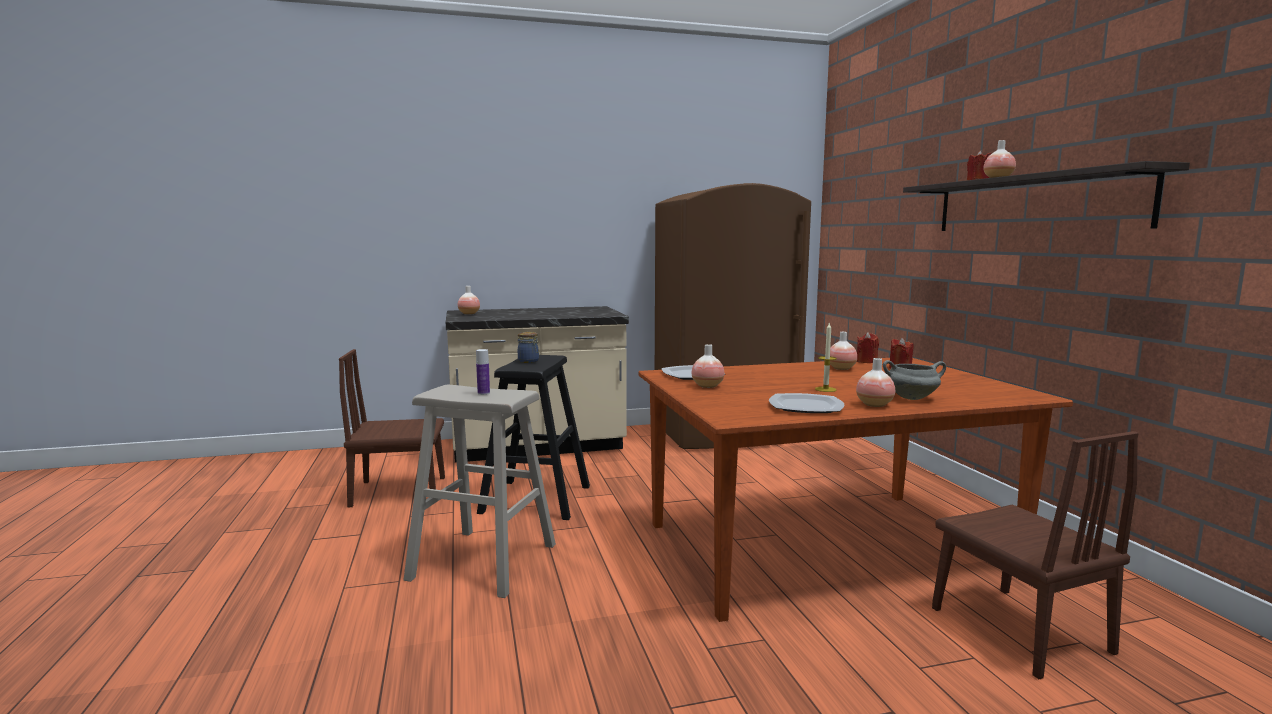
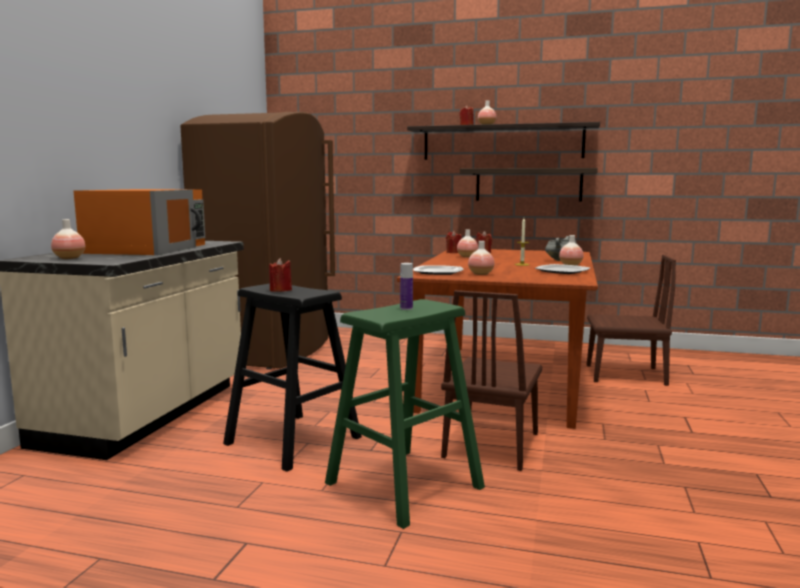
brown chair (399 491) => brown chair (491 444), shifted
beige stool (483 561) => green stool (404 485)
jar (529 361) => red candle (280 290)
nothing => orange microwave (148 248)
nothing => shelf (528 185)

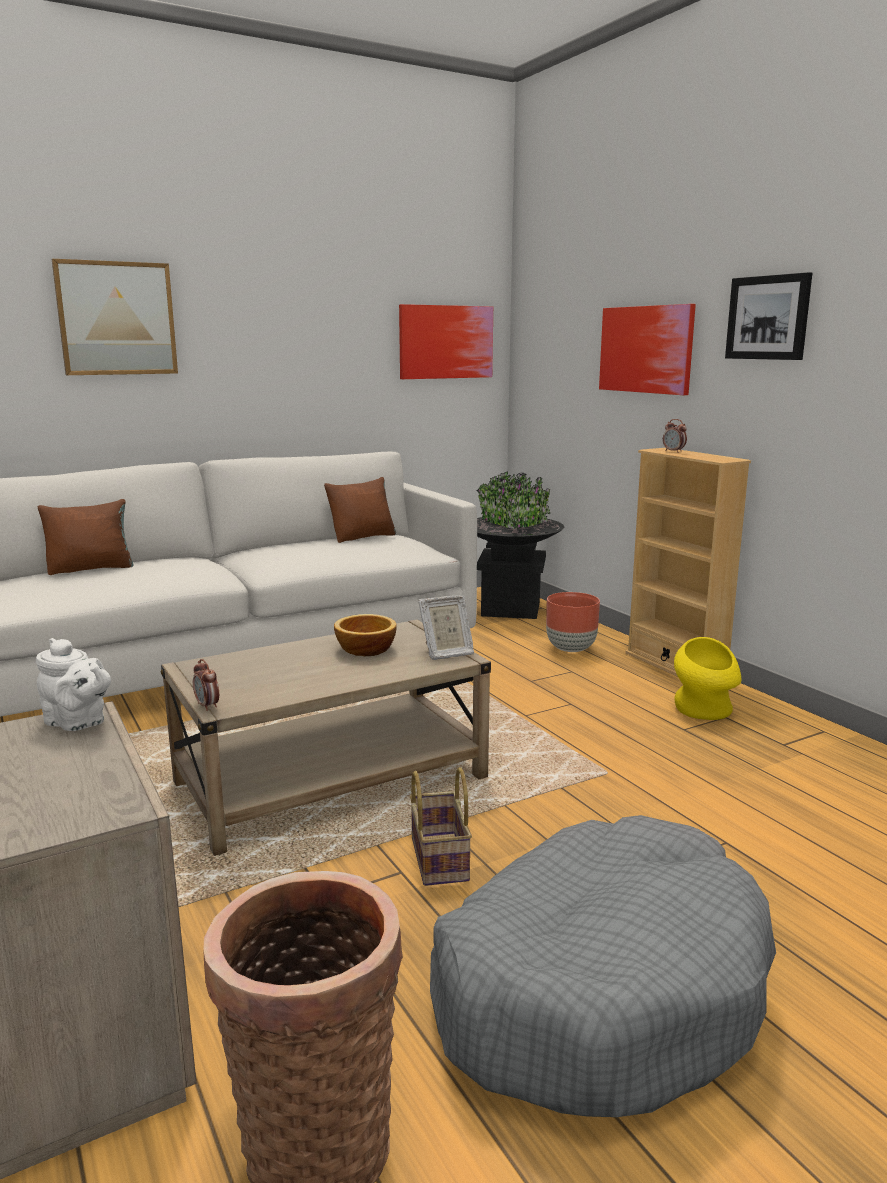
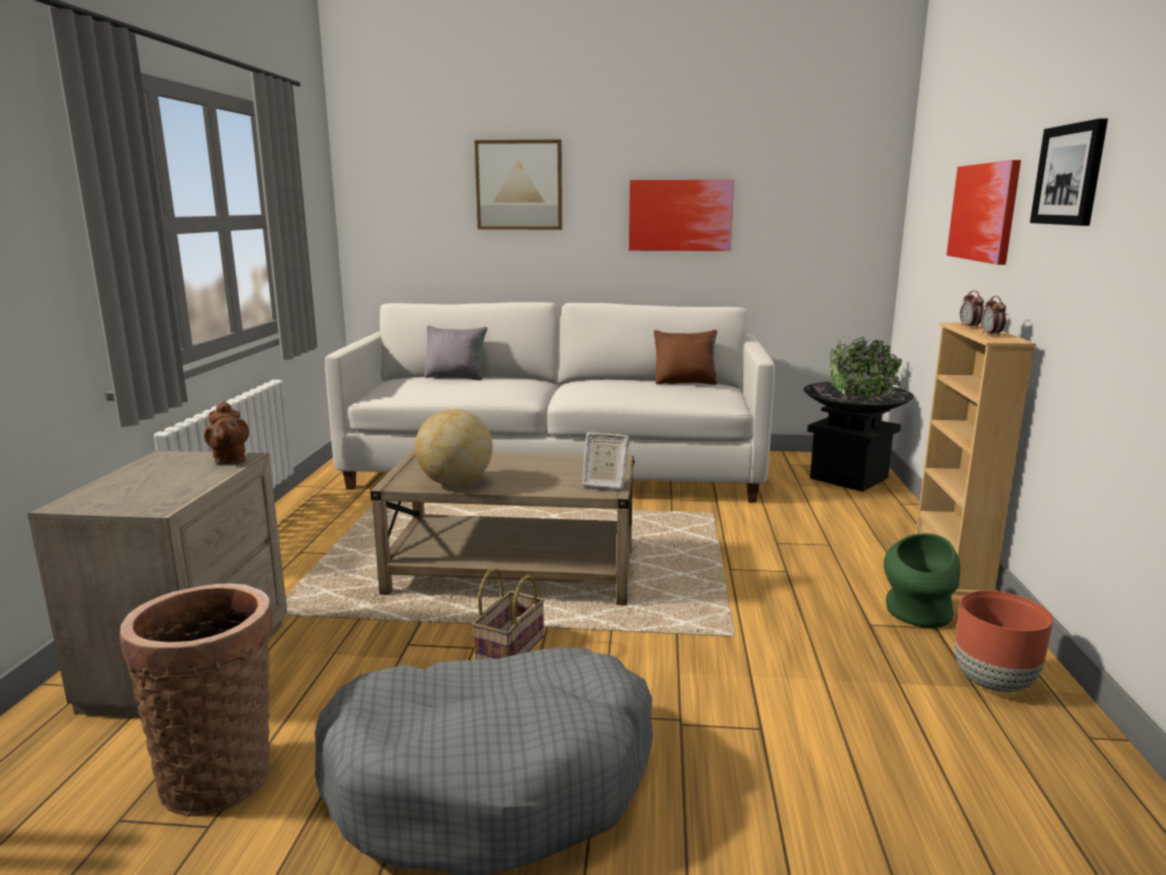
white teapot (78 723) => brown teapot (230 460)
brown pillow (91 569) => grey pillow (456 377)
alarm clock (207 706) => alarm clock (991 335), shifted
bowl (364 649) => nothing
picture (446 342) => picture (680 215), shifted
brown planter (570 649) => brown planter (993 682), shifted
yellow vase (704 712) => green vase (916 616)
nothing => globe (455 483)

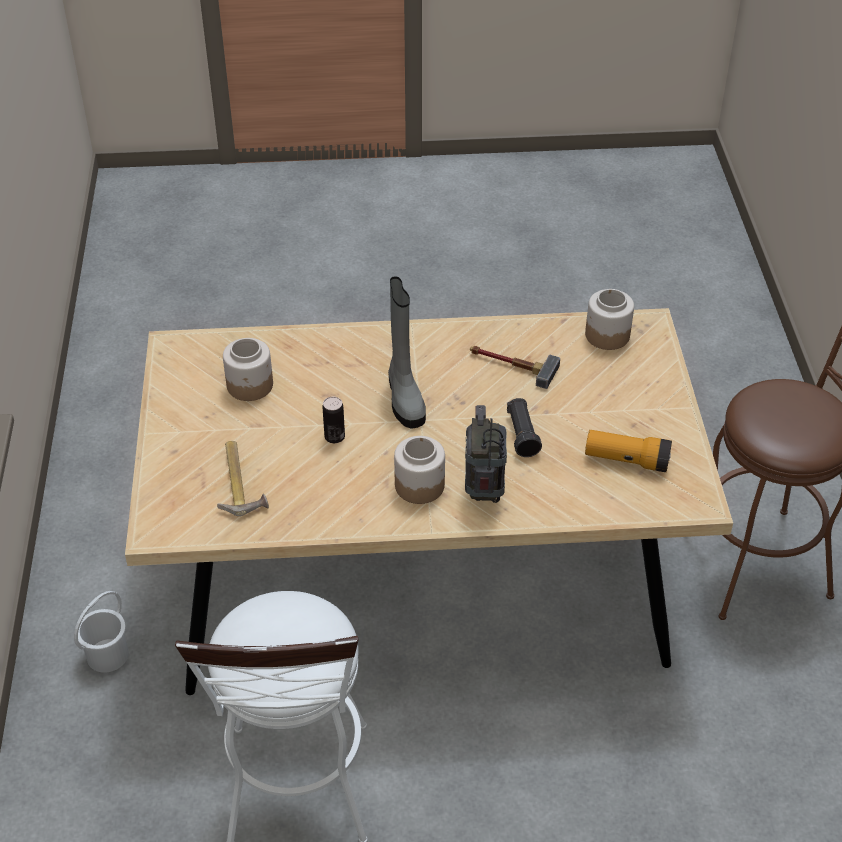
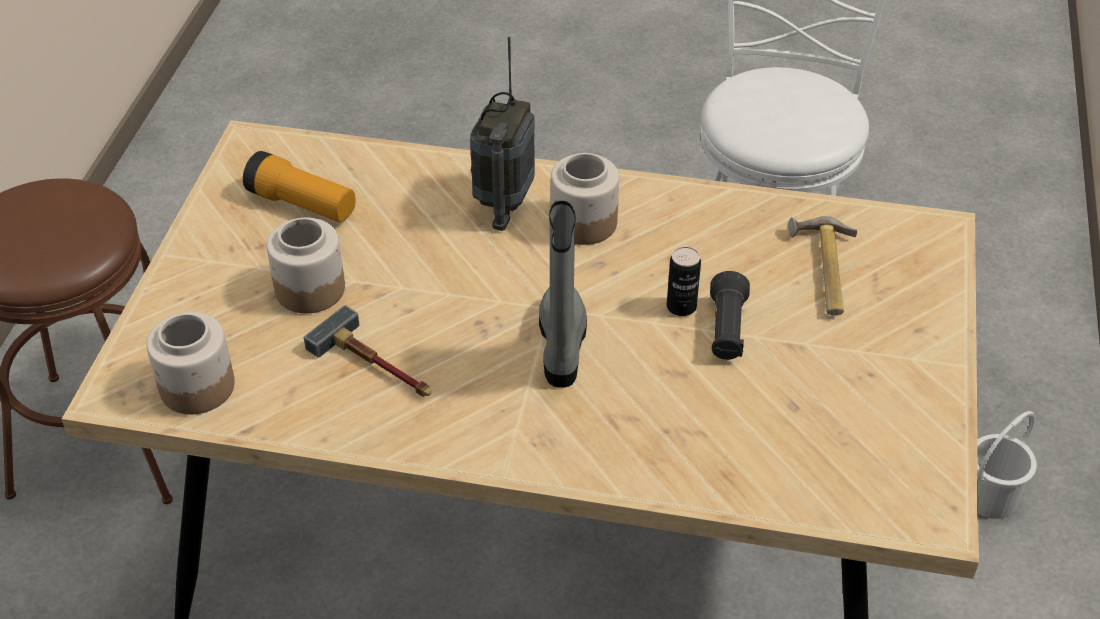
jar (250 385) => jar (309 288), shifted
black flashlight (522 435) => black flashlight (726 330), shifted

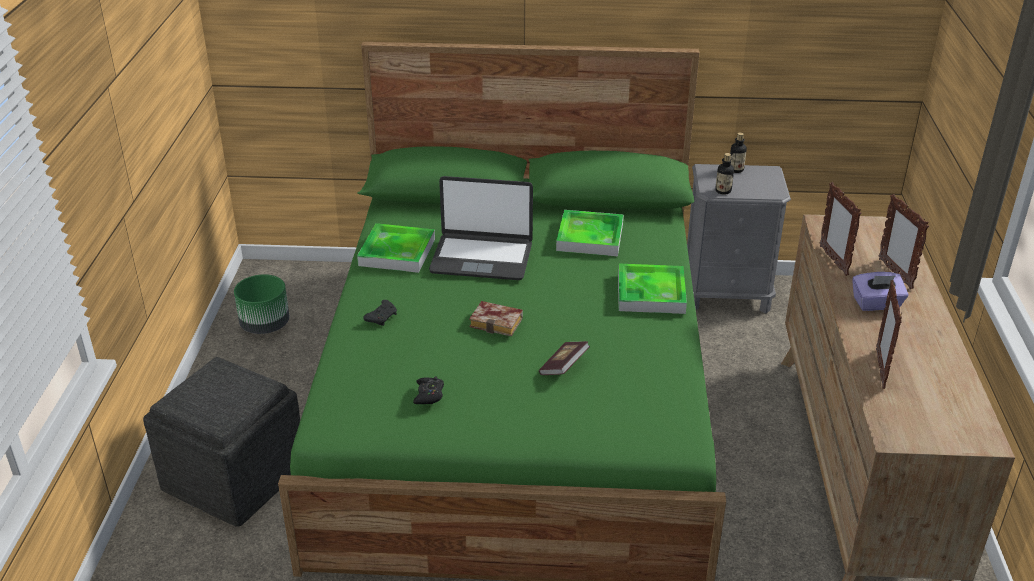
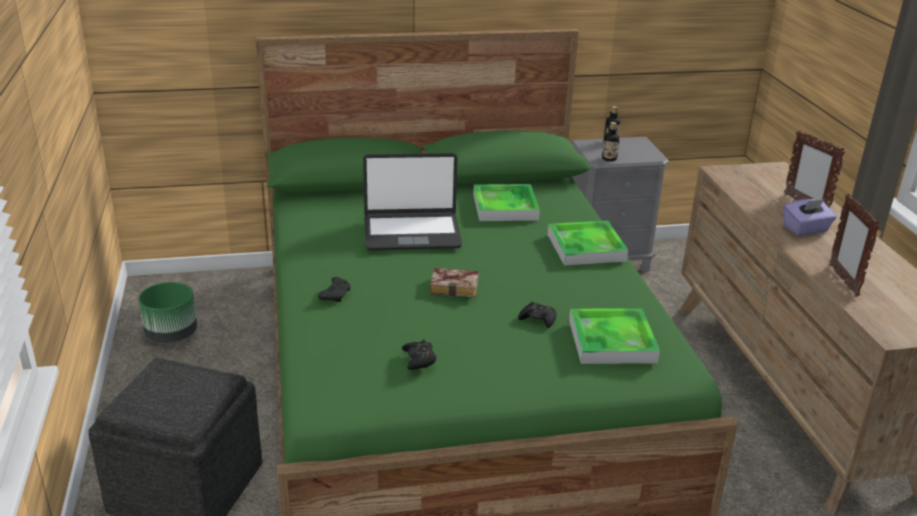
tray (397 252) => tray (611 341), shifted
book (564 367) => black game controller (538 319)
picture frame (833 260) => nothing

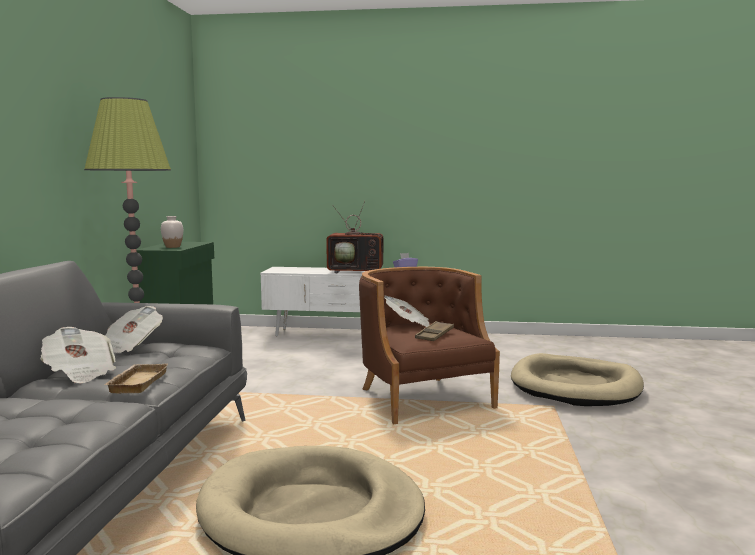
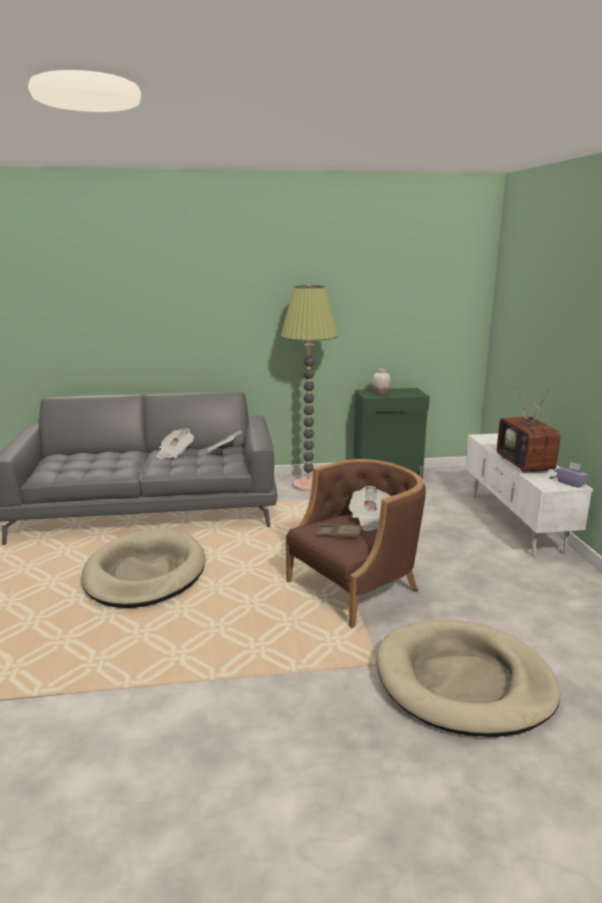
beige tray (136 382) => nothing

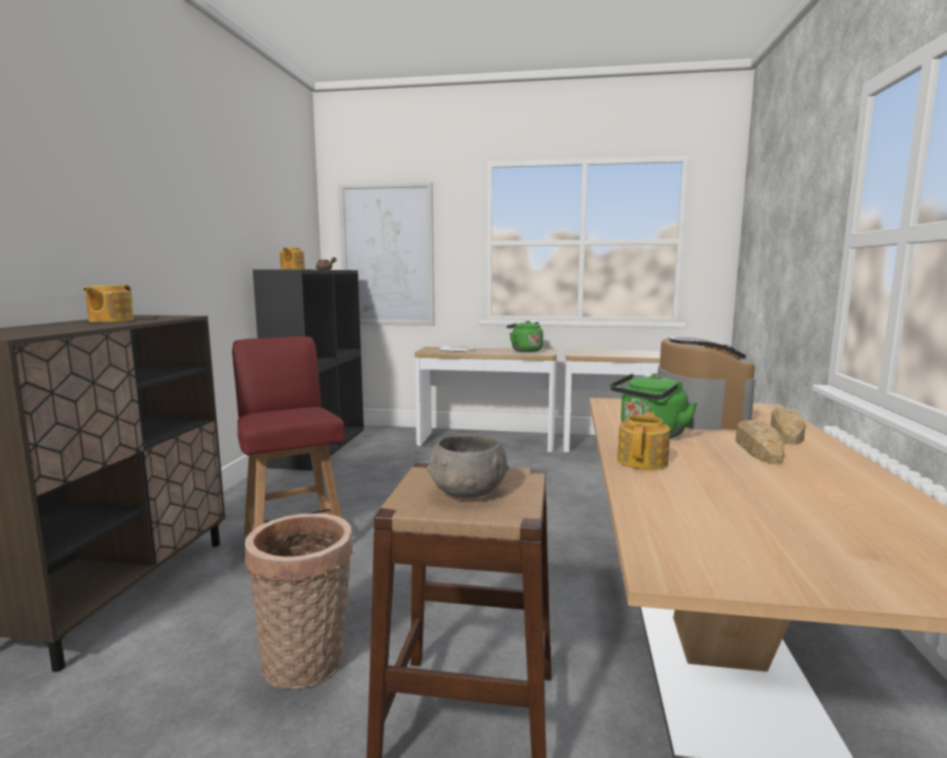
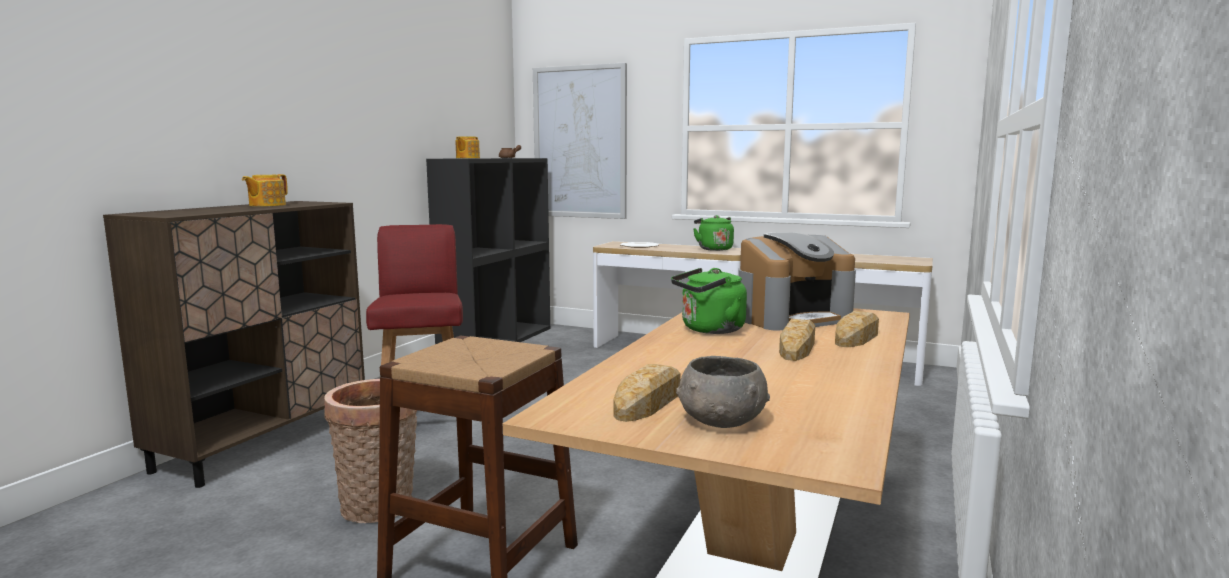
grey bowl (466 492) => grey bowl (720 421), shifted
teapot (643 461) => nothing
coffee machine (698 415) => coffee machine (792 317), 45 degrees clockwise
nothing => bread (649 402)

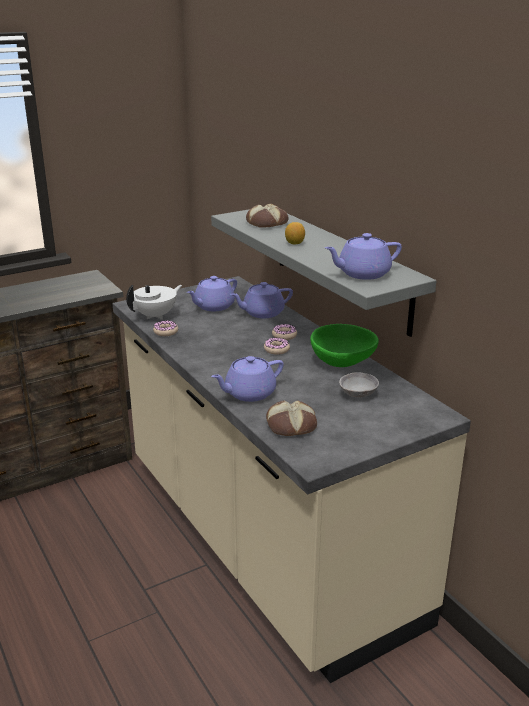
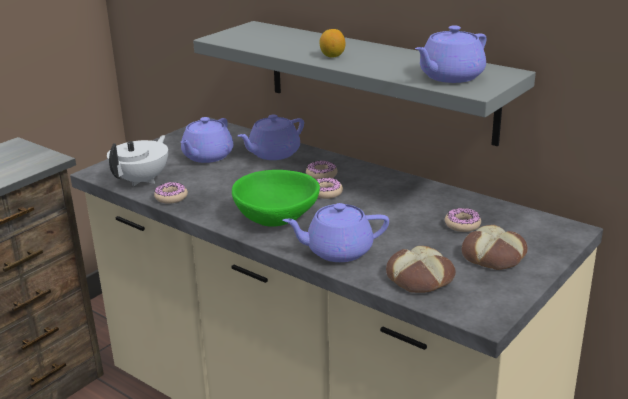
purple teapot (249 393) => purple teapot (337 251), 45 degrees clockwise
bread (267 223) => bread (494 256), shifted
green bowl (342 361) => green bowl (276 218), shifted
grey bowl (358 394) => donut (462 225)

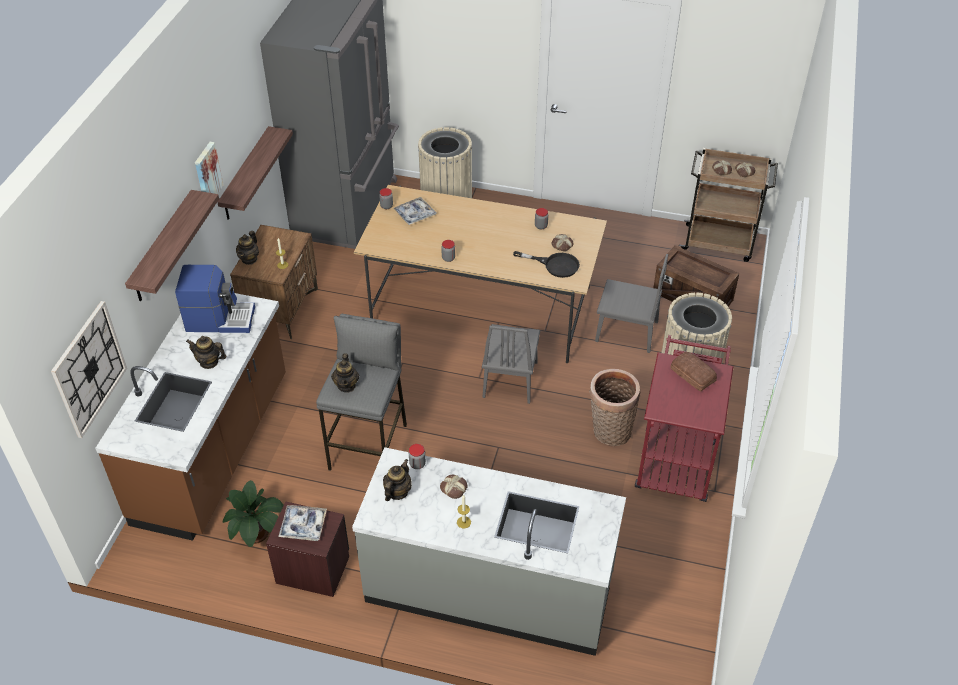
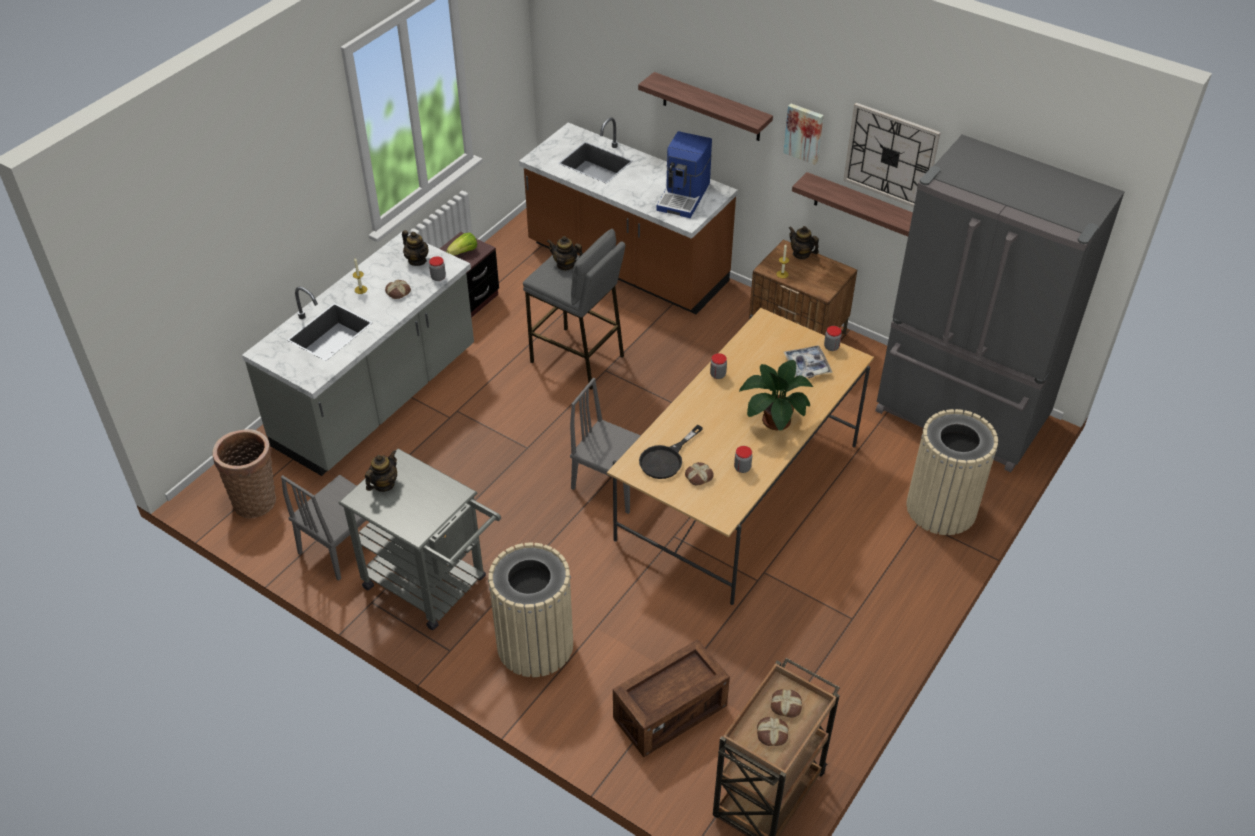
wall clock (89 369) => wall clock (891 156), shifted
teapot (209 362) => teapot (384 484), shifted
potted plant (257 534) => potted plant (774 420), shifted
tray (303 526) => lettuce (463 252)
basket (609 431) => basket (256 499), shifted
grey chair (626 331) => grey chair (343 544), shifted
red cart (676 456) => grey cart (433 587)
bread (692 375) => nothing

